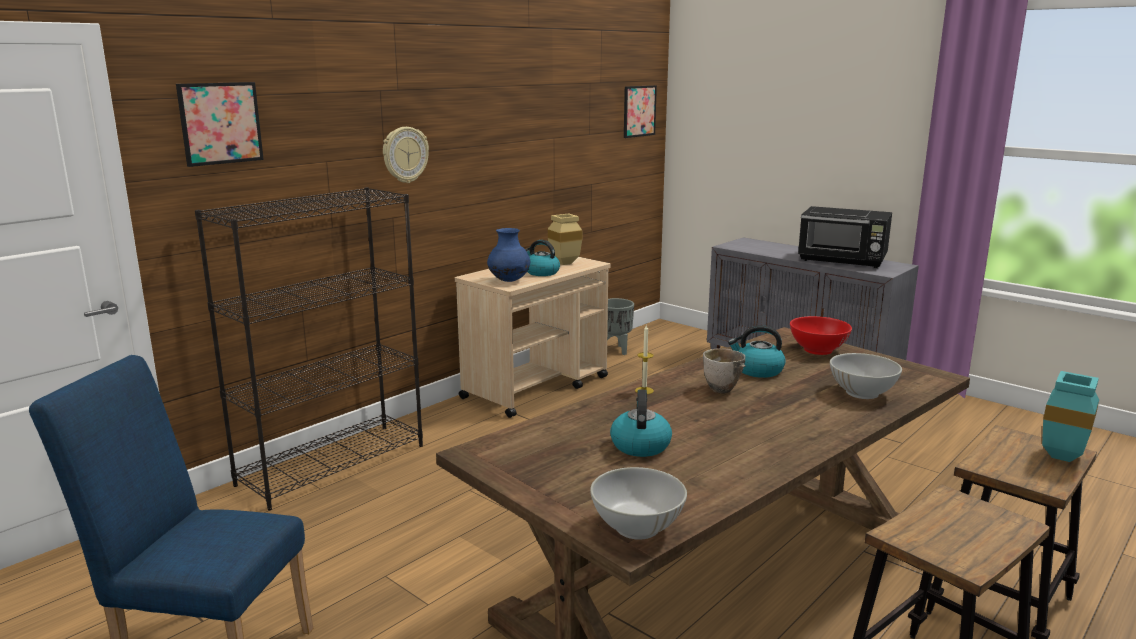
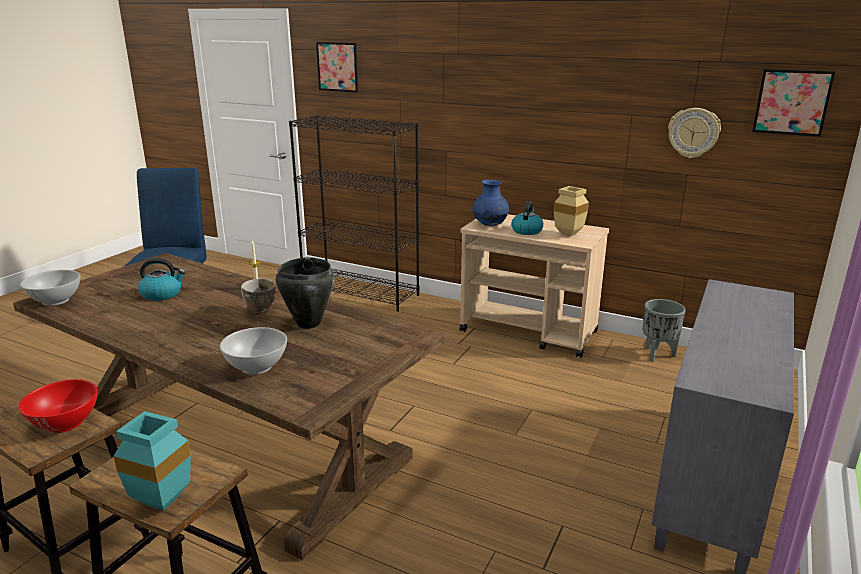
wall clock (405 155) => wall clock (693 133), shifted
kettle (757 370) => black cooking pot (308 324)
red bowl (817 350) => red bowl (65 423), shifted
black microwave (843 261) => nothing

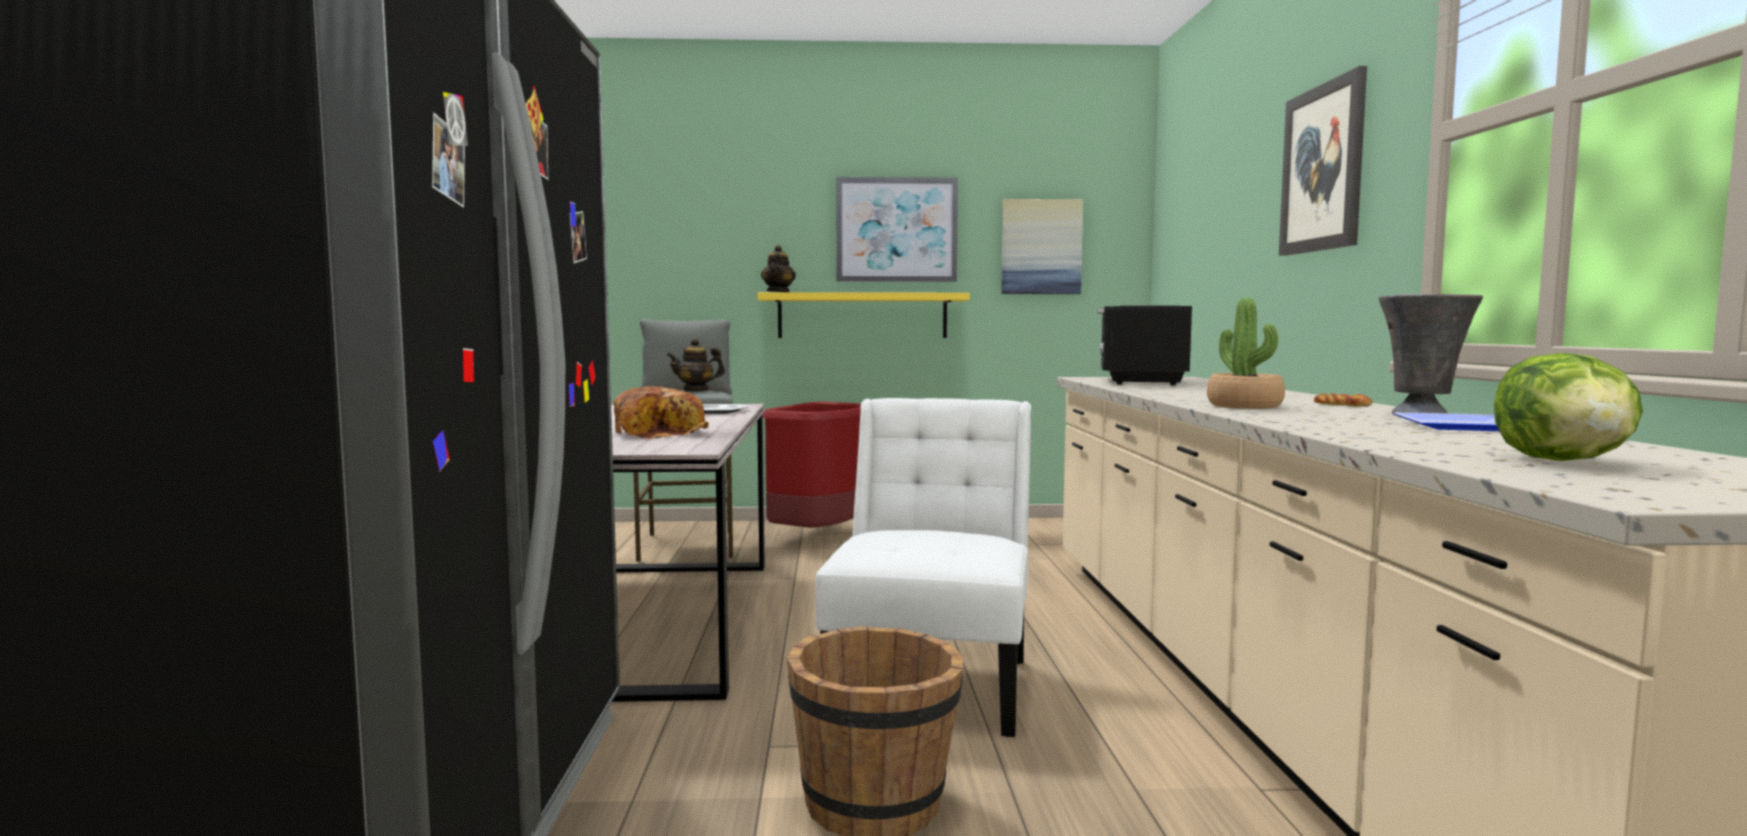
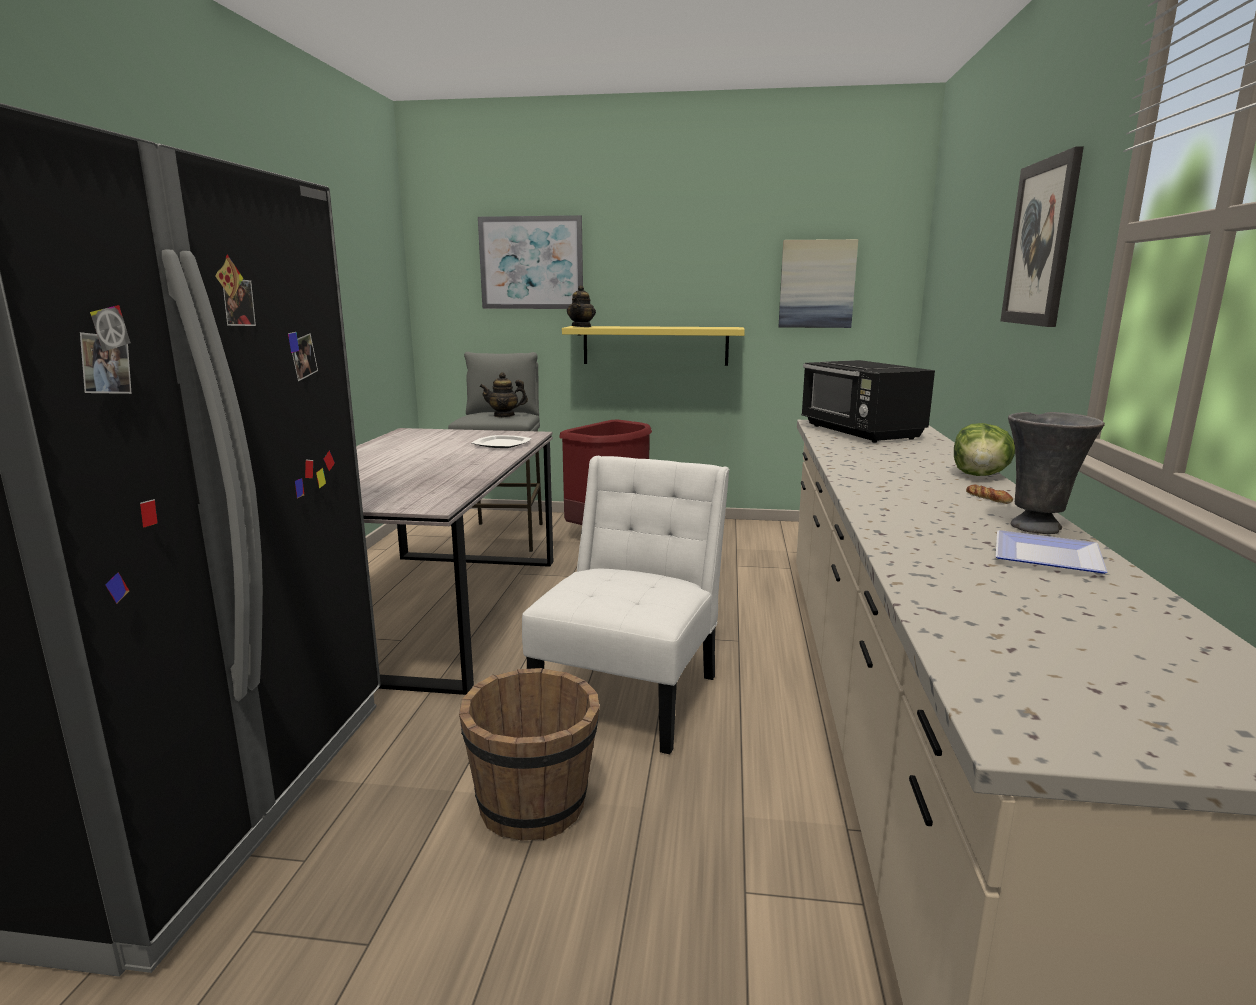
bread (661 433) => nothing
picture (896 230) => picture (531 263), shifted
black microwave (1140 381) => black microwave (860 432), 45 degrees counterclockwise
potted plant (1244 406) => nothing
lettuce (1564 461) => lettuce (980 475), shifted

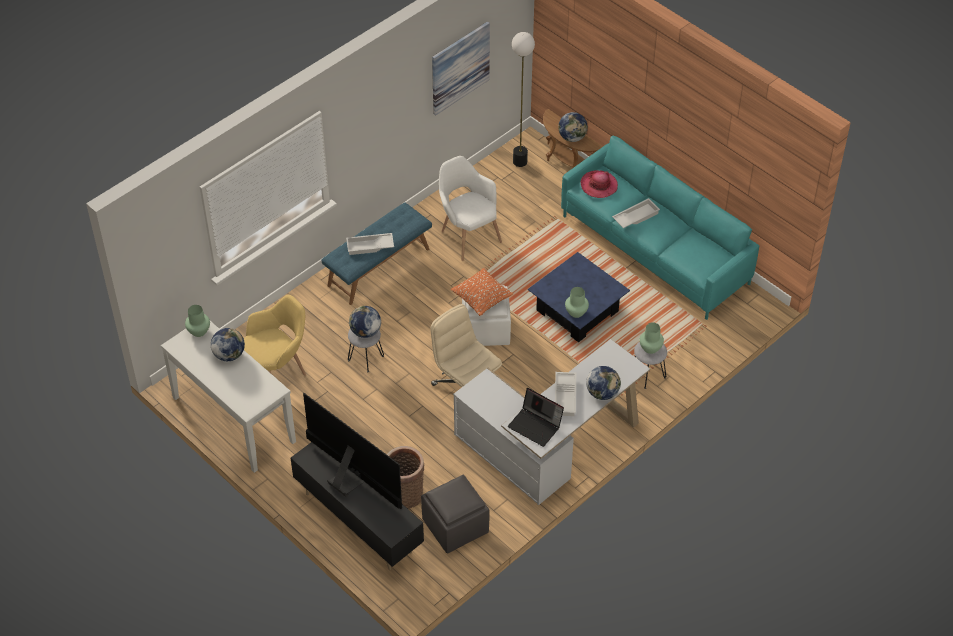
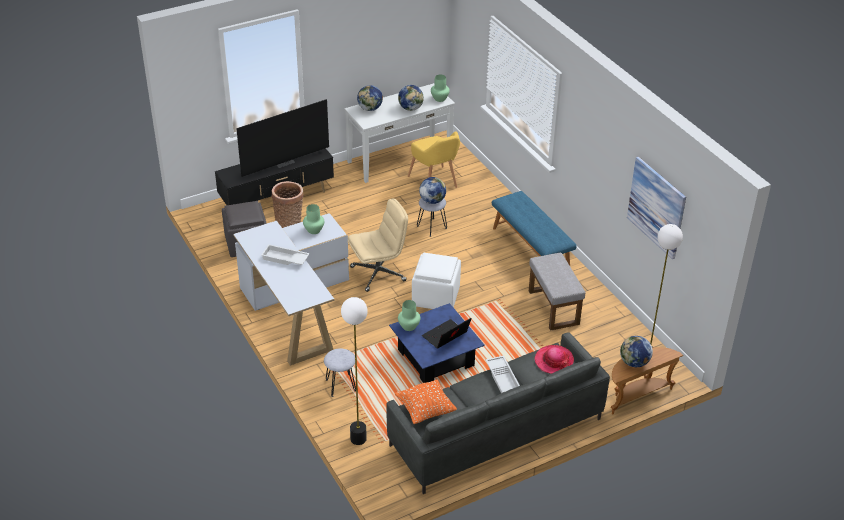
white tray (370 247) => nothing
white armchair (467 235) => grey ottoman (554 308)
orange pillow (481 300) => orange pillow (425 410), shifted
laptop (536 426) => laptop (445 337), shifted
turquoise sofa (653 250) => grey sofa (495 431)
globe (602 393) => globe (370 109), shifted
green vase (650 348) => green vase (314 230), shifted
nothing => floor lamp (358 439)

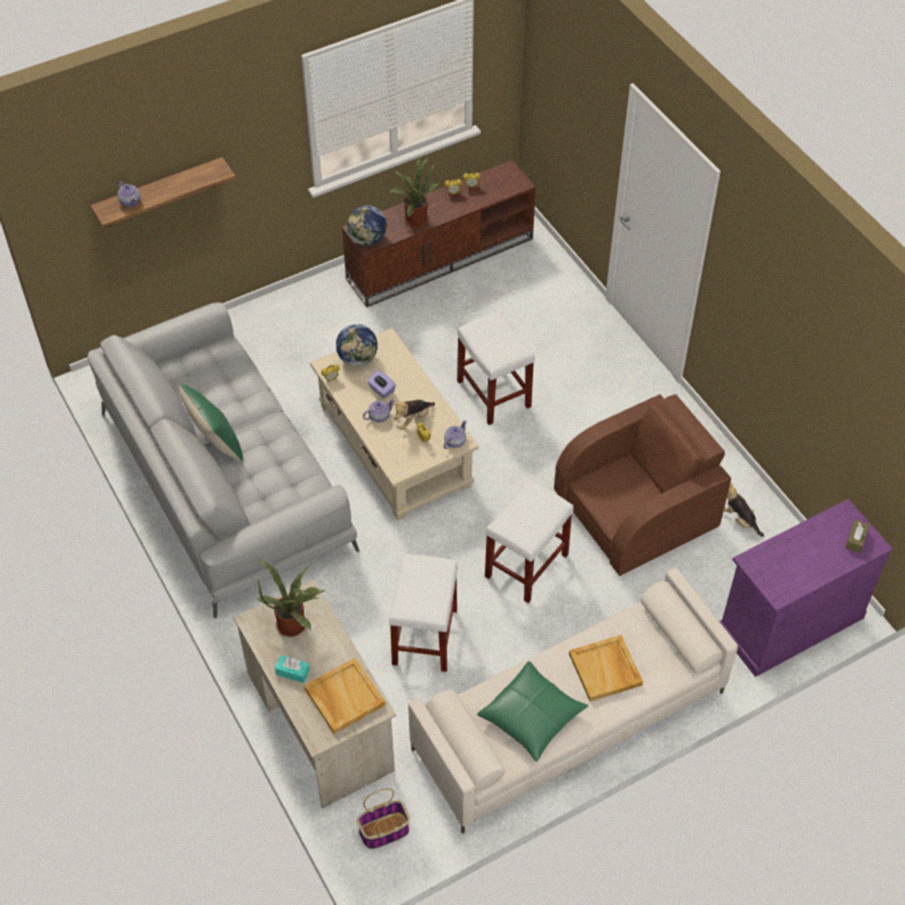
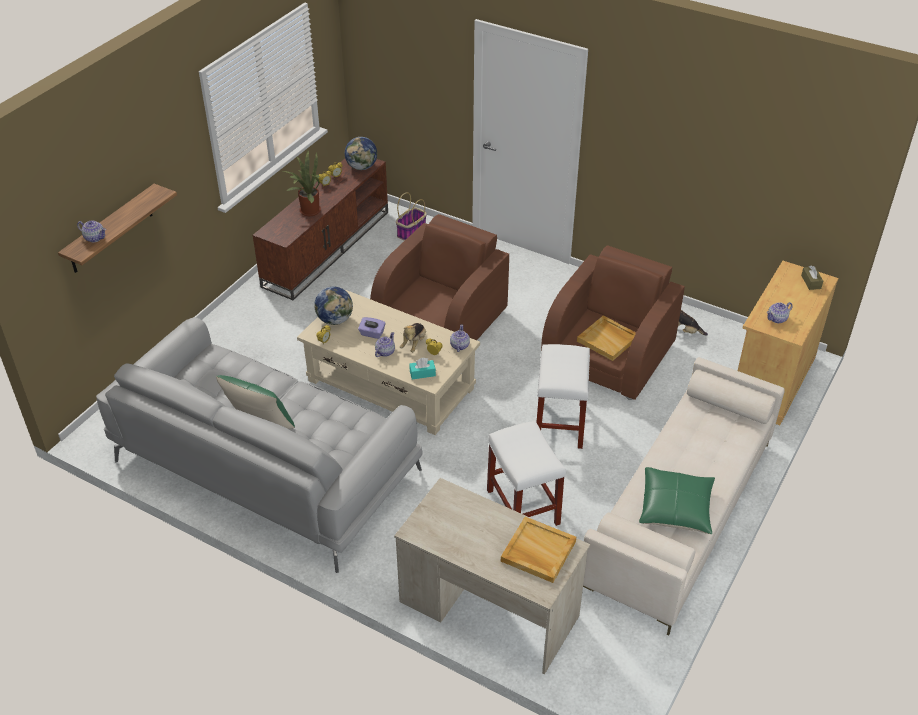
potted plant (294 623) => nothing
turquoise tissue box (292 672) => turquoise tissue box (422 373), shifted
globe (368 239) => globe (362 167), shifted
basket (383 831) => basket (411 232), shifted
white stool (494 394) => brown armchair (441 321)
beige tray (606 670) => beige tray (608 340), shifted
purple cabinet (790 622) => beige cabinet (771 381)
nothing => teapot (777 319)

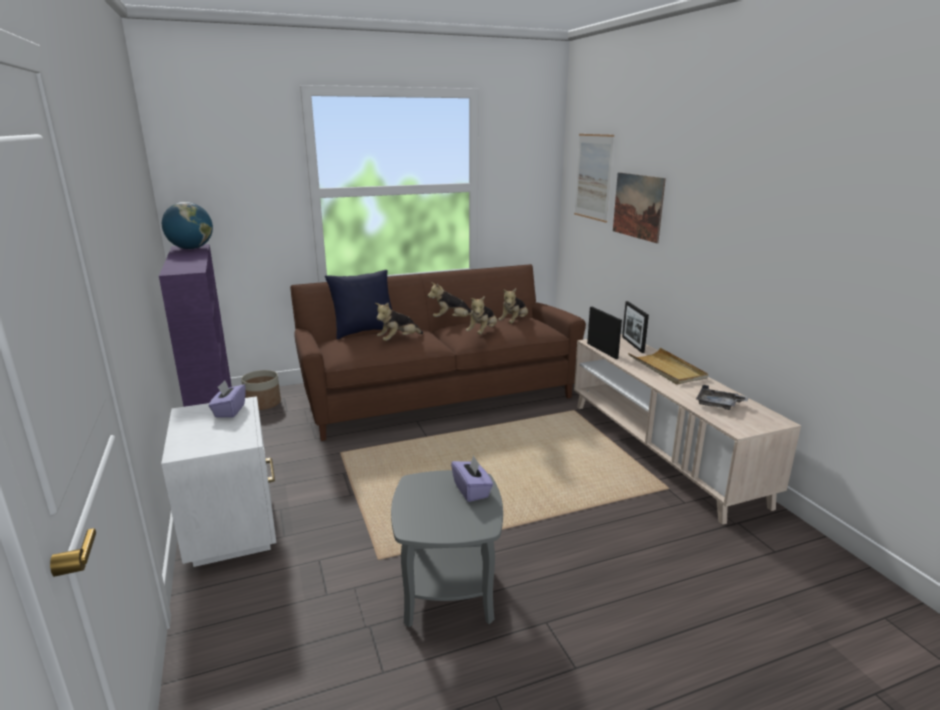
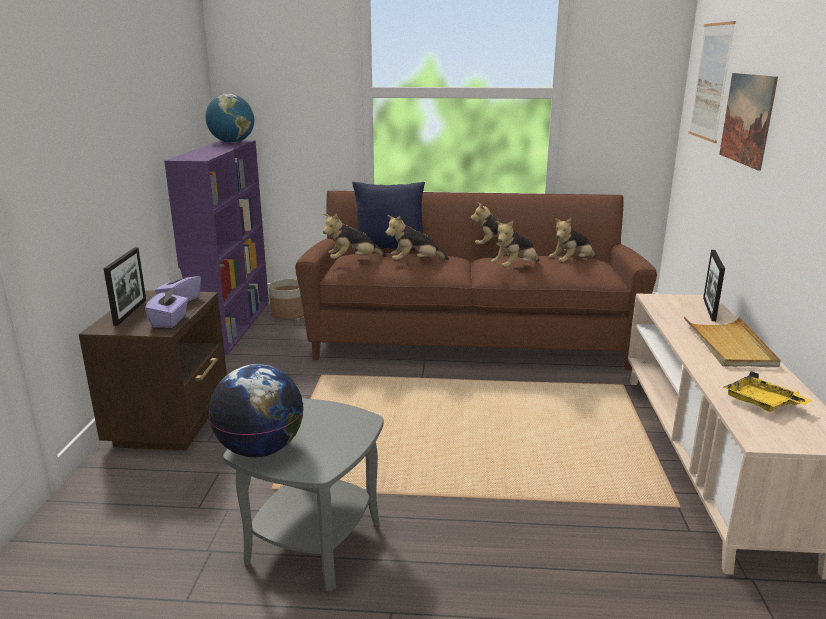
white nightstand (233 527) => brown nightstand (172 421)
purple tissue box (472 490) => purple tissue box (169 321), shifted
picture frame (602 350) => picture frame (130 312), shifted
grey tray (718 405) => yellow tray (762 403)
nothing => globe (261 449)
nothing => plush toy (353 261)

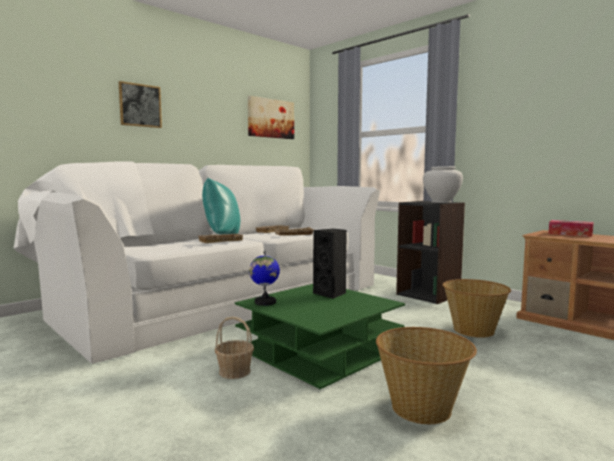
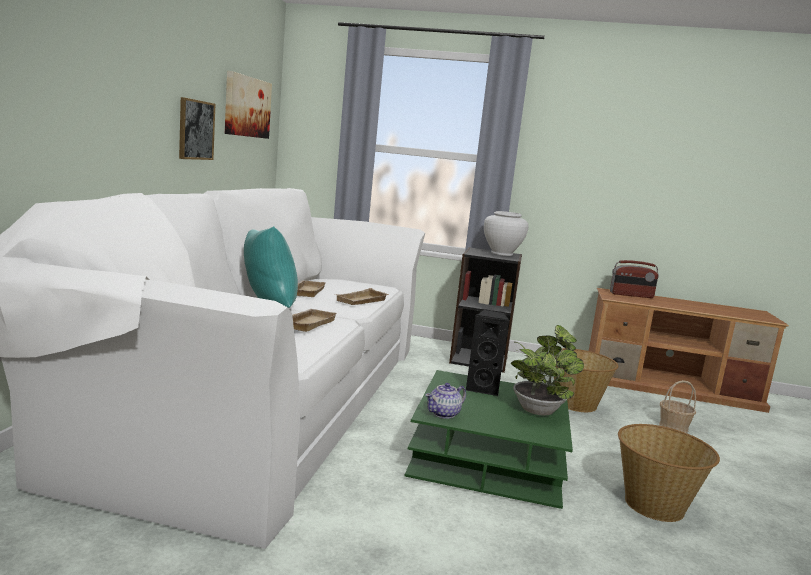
picture (140 105) => picture (196 130), shifted
basket (234 371) => basket (673 427), shifted
globe (265 302) => teapot (444 414)
tissue box (570 234) => radio (631 295)
nothing => potted plant (538 409)

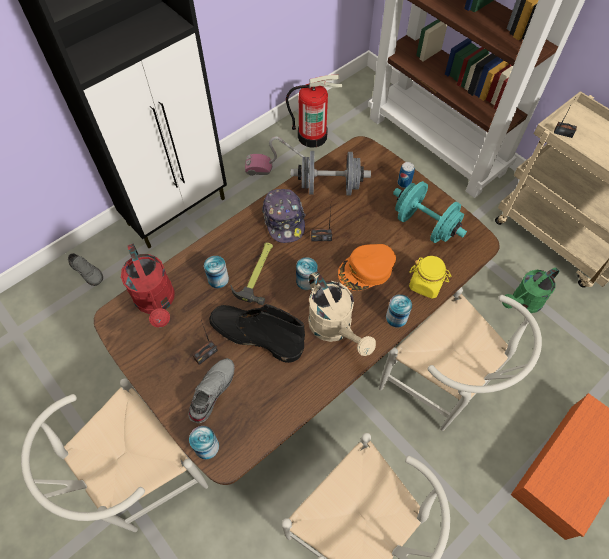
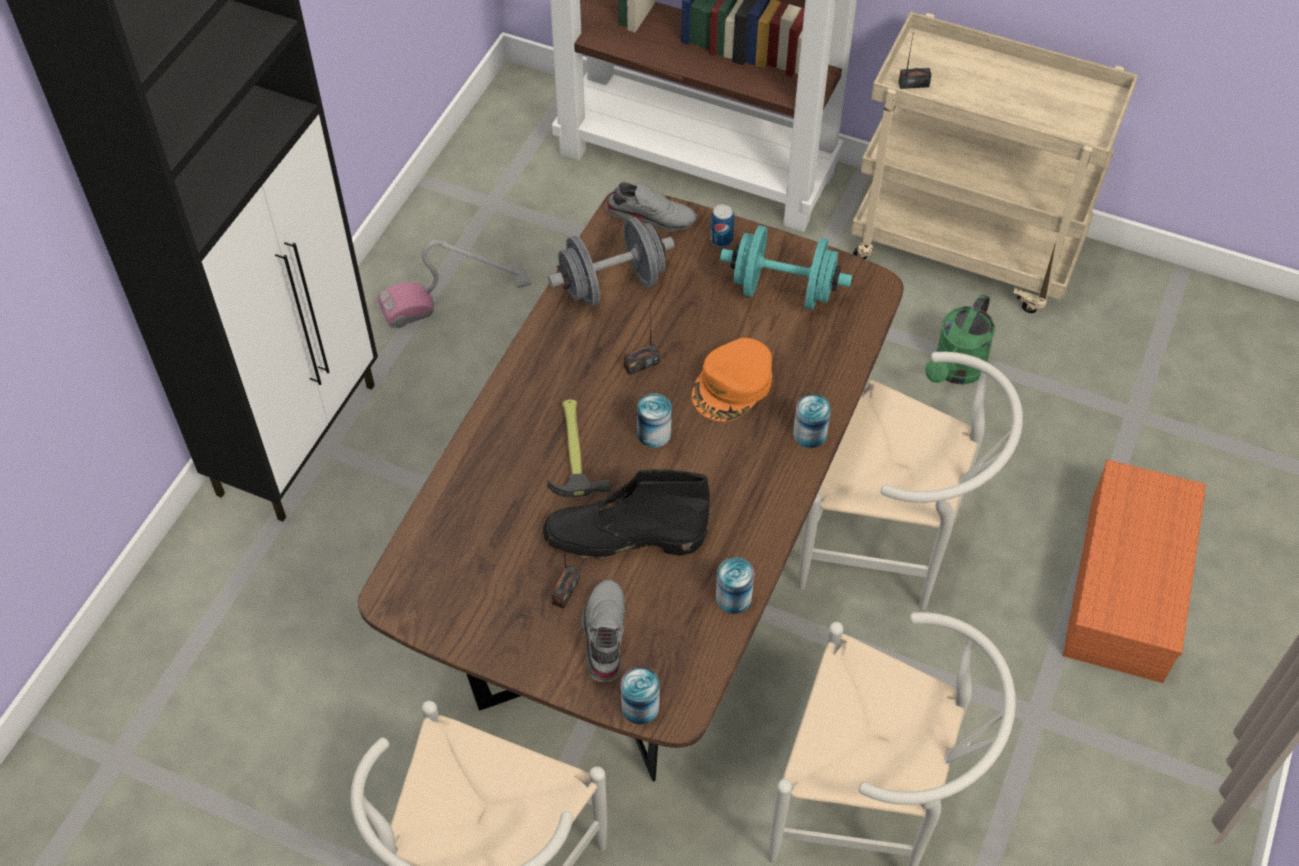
grey shoe (88 272) => grey shoe (651 215), shifted
red watering can (157 302) => nothing
can (218 279) => can (733 598), shifted
cap (284 220) => nothing
fire extinguisher (312 136) => nothing
beige watering can (335 329) => nothing
yellow jar (426 284) => nothing

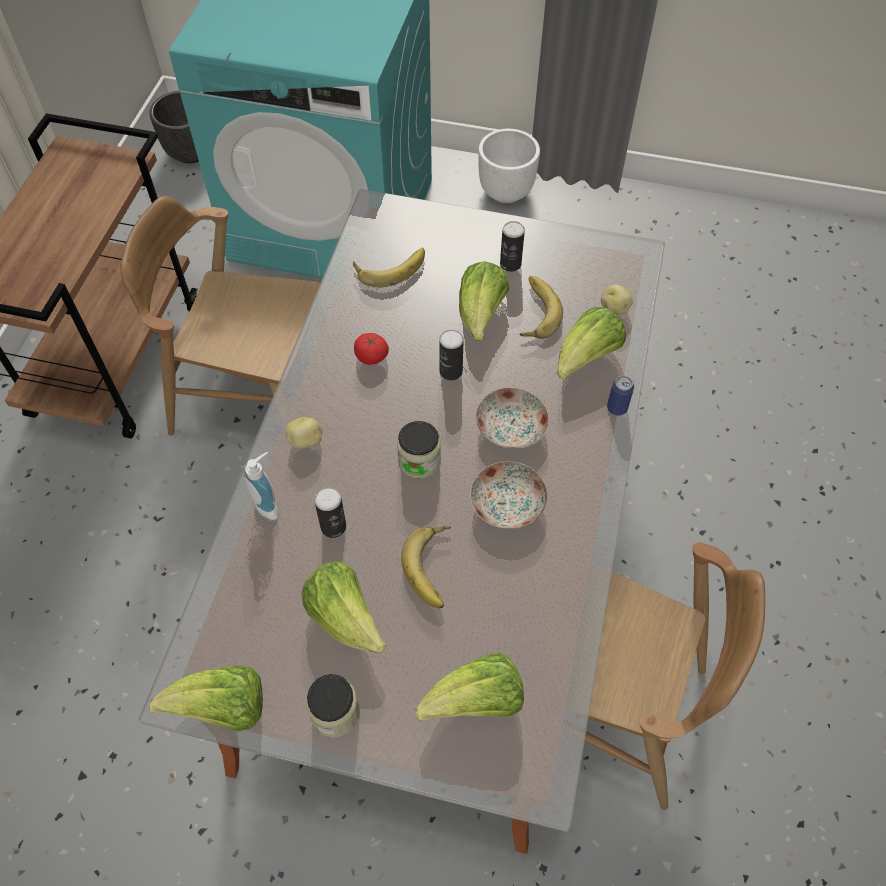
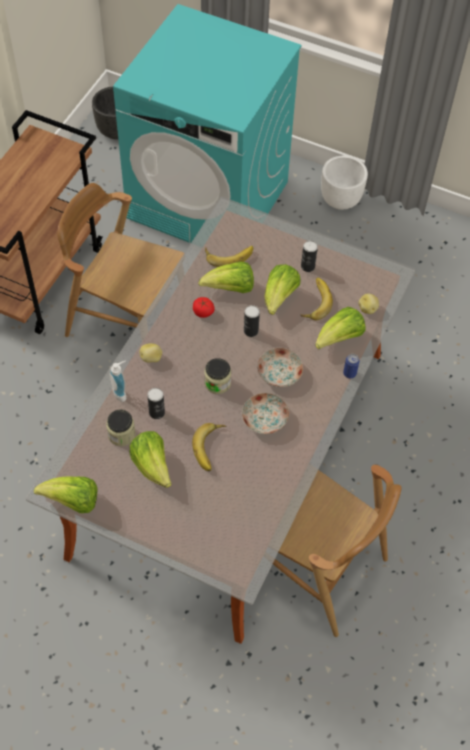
jar (335 713) => jar (121 434), shifted
lettuce (476 701) => lettuce (230 289), shifted

